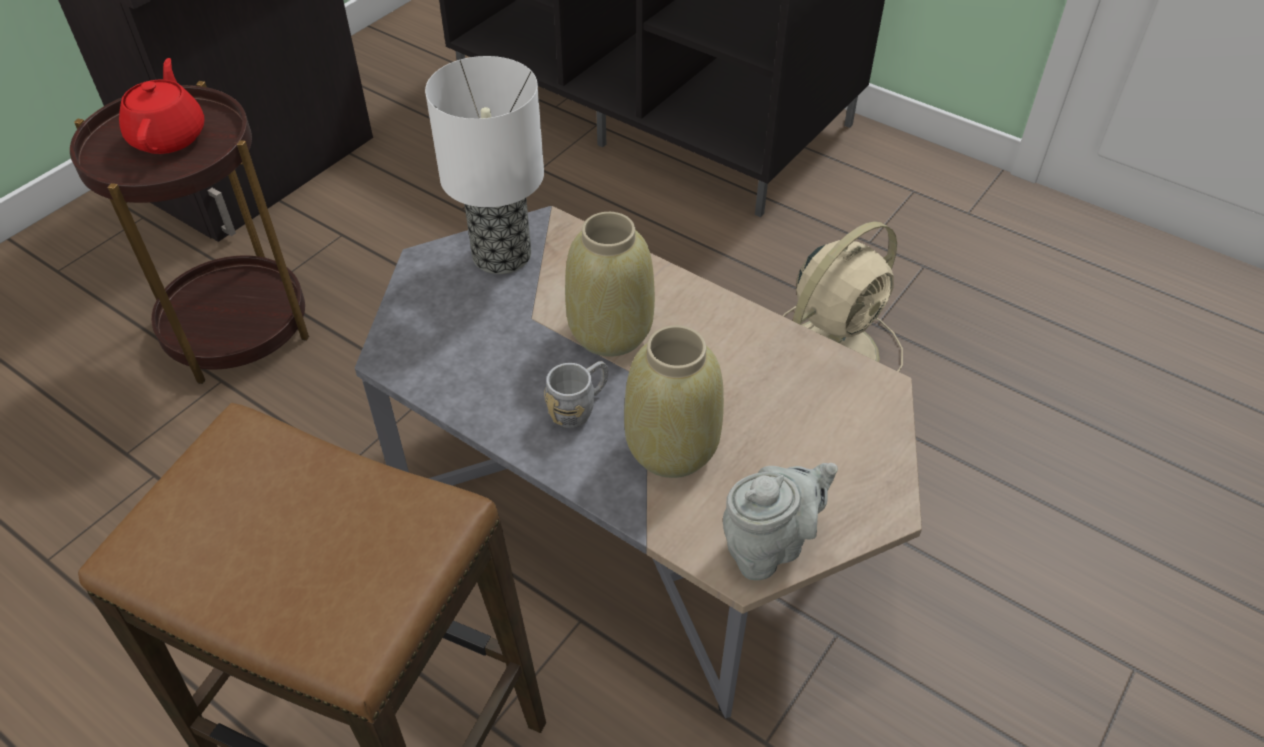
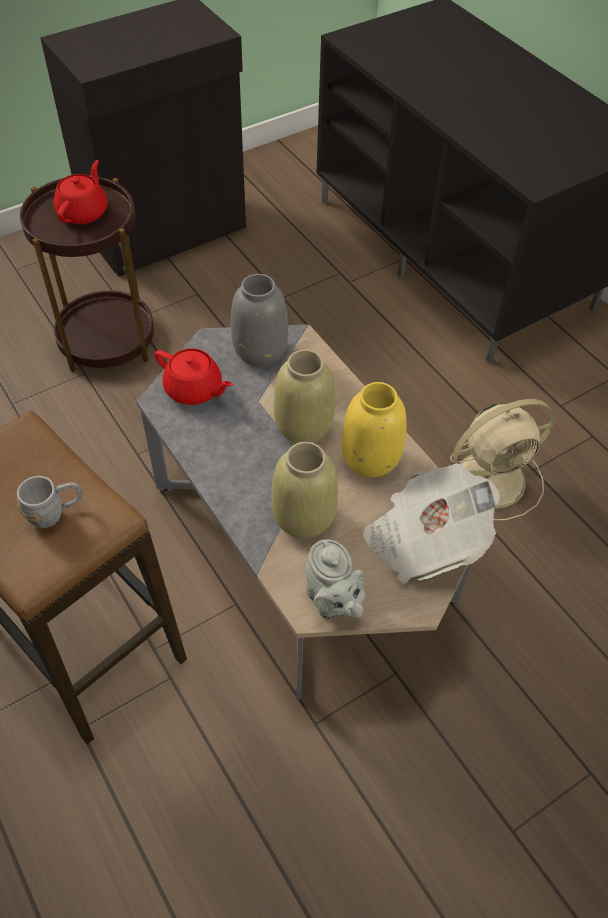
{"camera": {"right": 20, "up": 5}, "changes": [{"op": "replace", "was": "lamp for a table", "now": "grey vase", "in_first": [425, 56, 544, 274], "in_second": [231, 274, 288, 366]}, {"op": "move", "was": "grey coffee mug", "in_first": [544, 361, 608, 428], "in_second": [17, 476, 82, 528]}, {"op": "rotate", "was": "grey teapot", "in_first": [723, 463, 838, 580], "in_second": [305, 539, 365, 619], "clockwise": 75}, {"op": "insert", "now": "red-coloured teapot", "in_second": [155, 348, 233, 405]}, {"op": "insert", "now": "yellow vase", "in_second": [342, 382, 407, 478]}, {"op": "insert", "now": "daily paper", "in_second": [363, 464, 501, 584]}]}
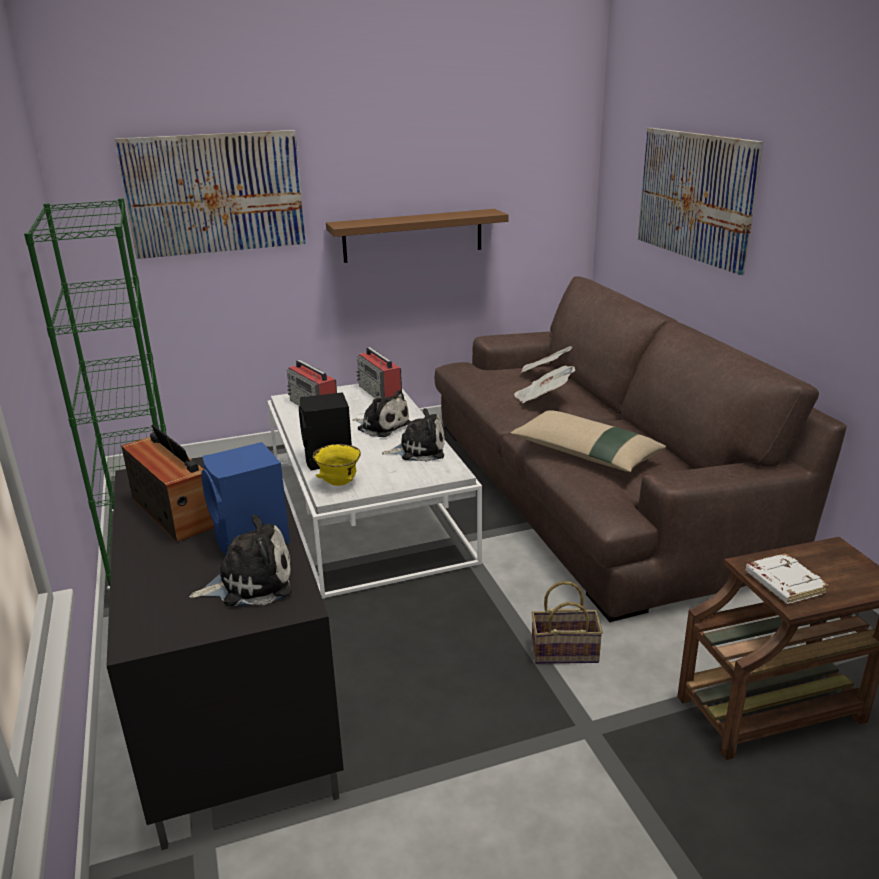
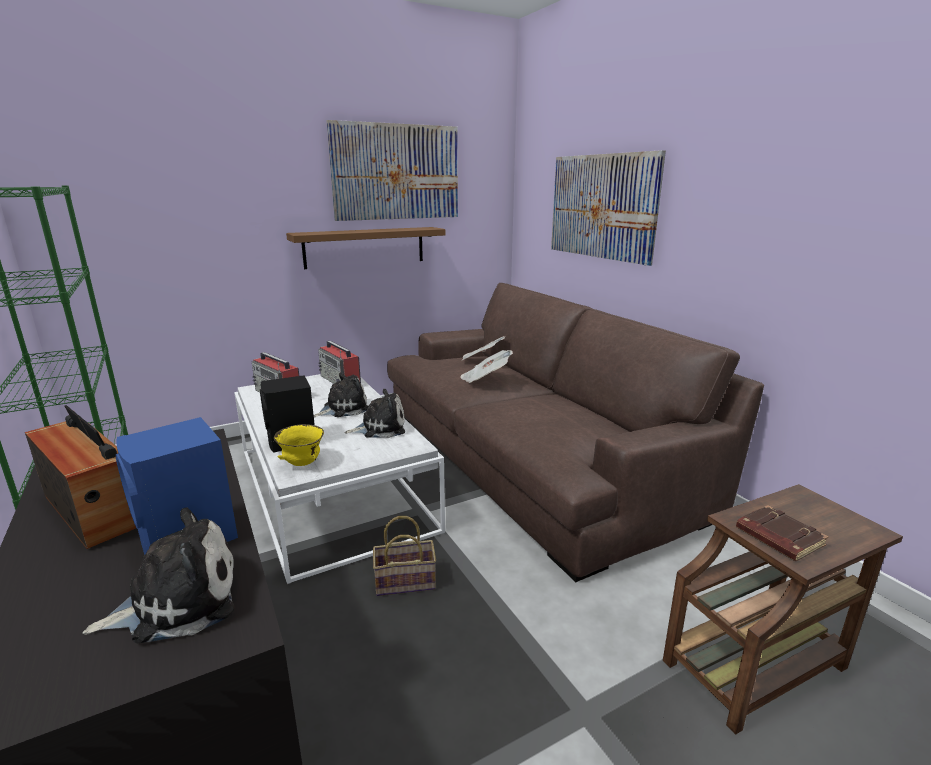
{"camera": {"right": -10, "up": -5}, "changes": [{"op": "move", "was": "wall art", "in_first": [115, 130, 306, 259], "in_second": [326, 120, 458, 221]}, {"op": "rotate", "was": "soft toy", "in_first": [352, 390, 411, 437], "in_second": [314, 373, 368, 417], "clockwise": -60}, {"op": "delete", "was": "sand-coloured throw pillow", "in_first": [510, 410, 666, 472]}, {"op": "move", "was": "household basket", "in_first": [532, 581, 603, 664], "in_second": [373, 516, 436, 596]}, {"op": "recolor", "was": "white-coloured volume", "now": "brown volume", "in_first": [745, 553, 829, 604], "in_second": [736, 505, 828, 561]}]}
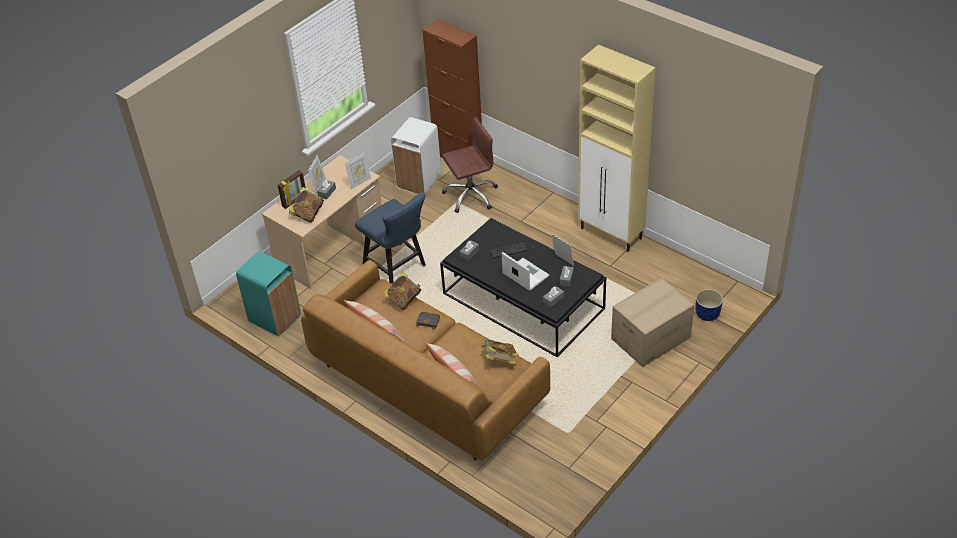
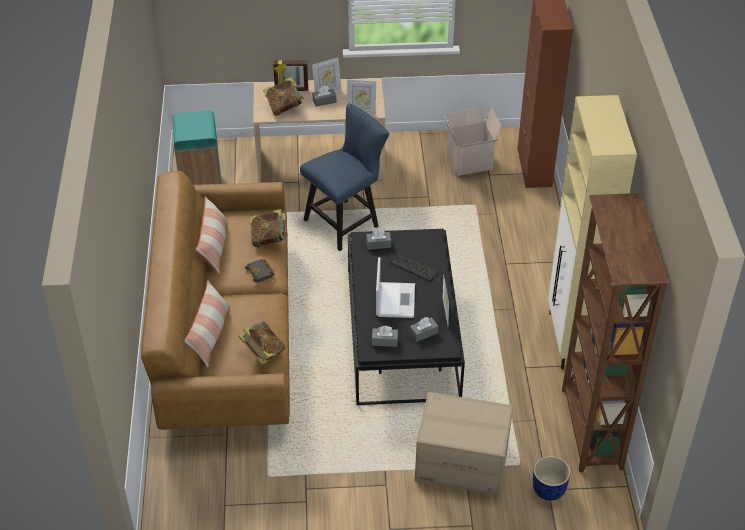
{"camera": {"right": 45, "up": 0}, "changes": [{"op": "rotate", "was": "bluish chair", "in_first": [355, 192, 426, 284], "in_second": [300, 103, 389, 251], "clockwise": -135}, {"op": "replace", "was": "white-coloured waste bin", "now": "packing box", "in_first": [391, 117, 441, 194], "in_second": [444, 107, 502, 176]}, {"op": "delete", "was": "brown computer chair", "in_first": [442, 117, 498, 213]}, {"op": "insert", "now": "brown bookcase", "in_second": [562, 193, 669, 472]}]}
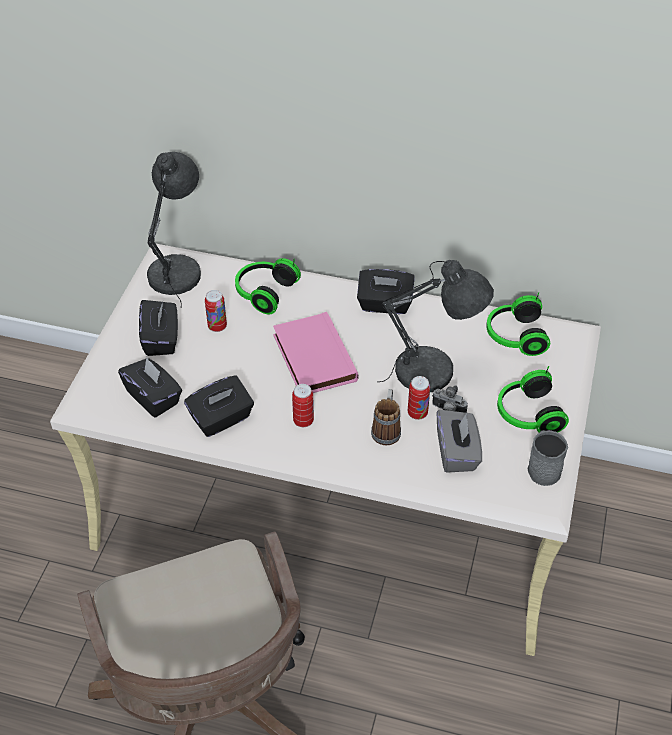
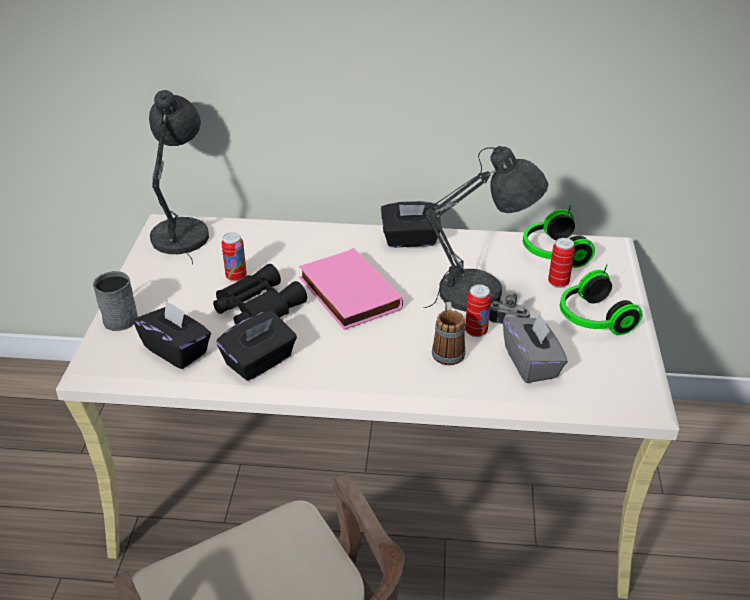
{"camera": {"right": -10, "up": -10}, "changes": [{"op": "delete", "was": "black-coloured tissue box", "in_first": [139, 300, 178, 356]}, {"op": "delete", "was": "pair of headphones", "in_first": [235, 258, 301, 314]}, {"op": "move", "was": "can", "in_first": [292, 384, 314, 427], "in_second": [548, 238, 575, 288]}, {"op": "move", "was": "grey coffee mug", "in_first": [528, 430, 568, 486], "in_second": [93, 271, 138, 331]}, {"op": "insert", "now": "black-coloured binoculars", "in_second": [213, 264, 307, 325]}]}
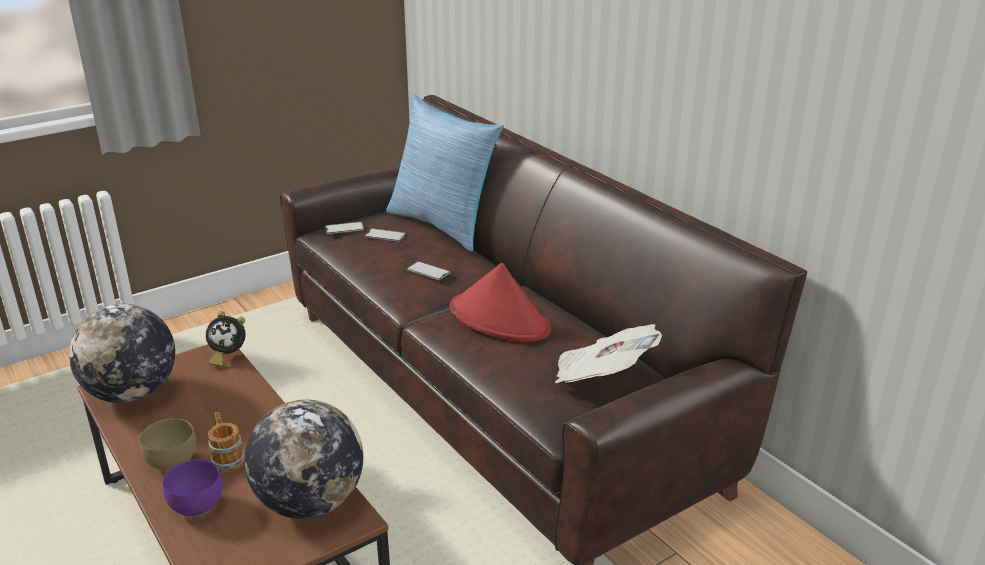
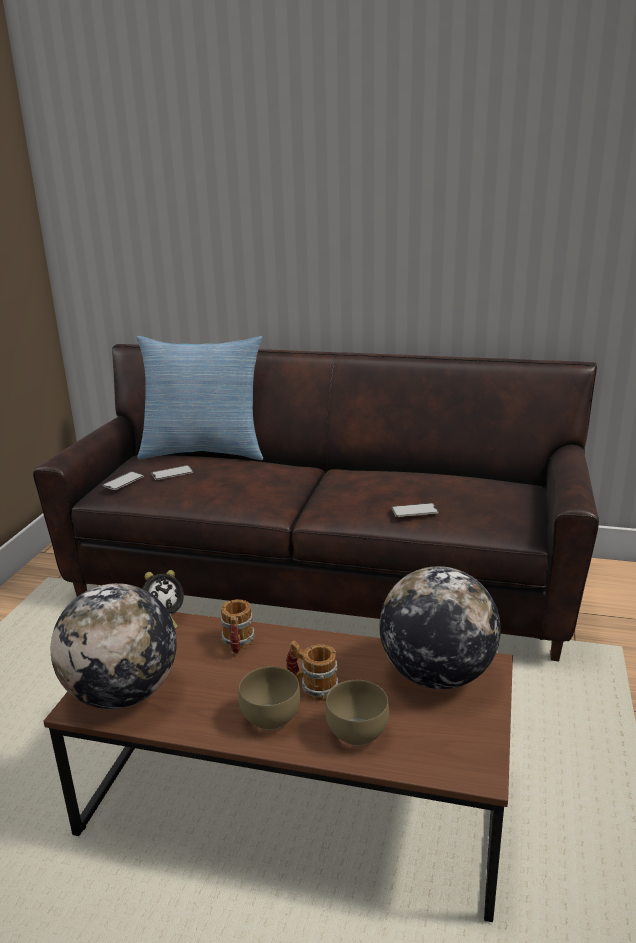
{"camera": {"right": -40, "up": -5}, "changes": [{"op": "recolor", "was": "purple-coloured serving bowl", "now": "brown serving bowl", "in_first": [162, 459, 223, 517], "in_second": [325, 680, 389, 746]}, {"op": "move", "was": "handset", "in_first": [407, 261, 450, 280], "in_second": [391, 503, 439, 517]}, {"op": "delete", "was": "red-coloured hat", "in_first": [450, 262, 551, 342]}, {"op": "delete", "was": "daily paper", "in_first": [555, 324, 662, 383]}, {"op": "insert", "now": "coffee mug", "in_second": [221, 599, 255, 654]}]}
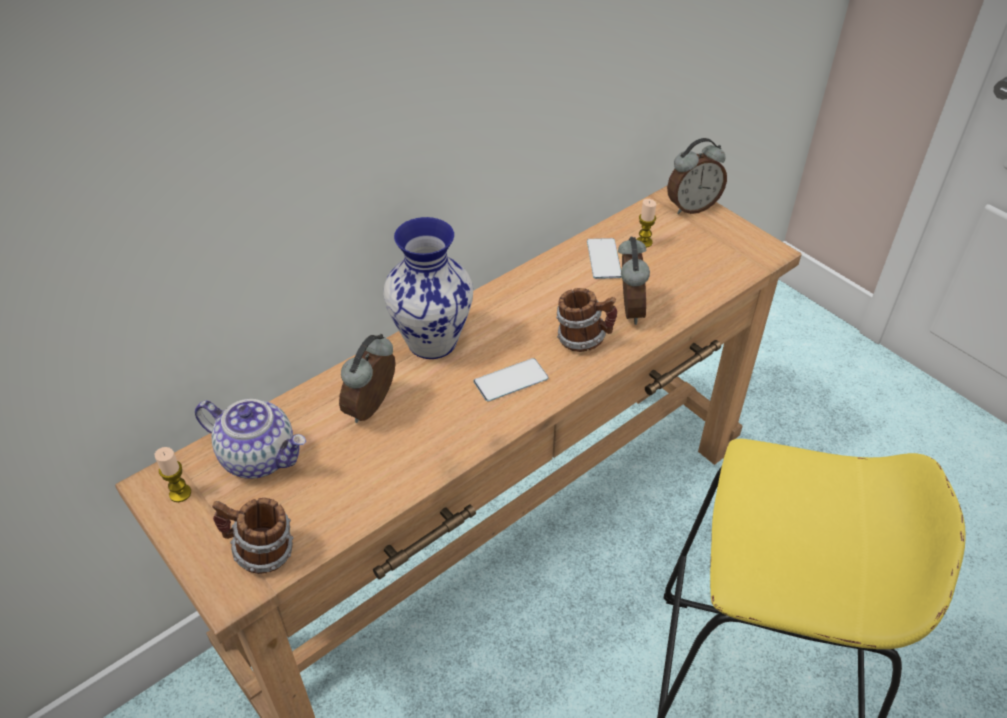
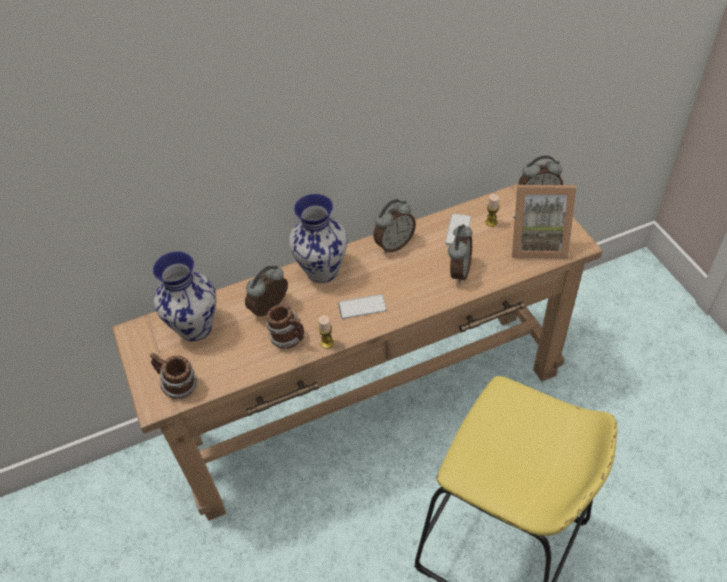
{"camera": {"right": 20, "up": 5}, "changes": [{"op": "move", "was": "wax candle", "in_first": [155, 447, 191, 502], "in_second": [318, 316, 334, 349]}, {"op": "replace", "was": "teapot", "now": "vase", "in_first": [195, 399, 306, 479], "in_second": [153, 251, 216, 341]}, {"op": "move", "was": "coffee mug", "in_first": [556, 288, 617, 352], "in_second": [266, 304, 304, 349]}, {"op": "insert", "now": "bedside clock", "in_second": [374, 199, 416, 253]}, {"op": "insert", "now": "picture frame", "in_second": [512, 185, 577, 259]}]}
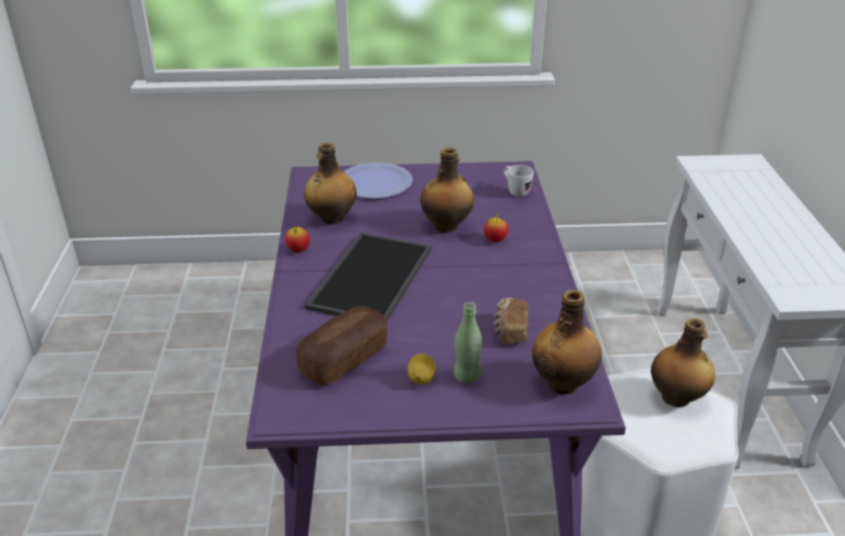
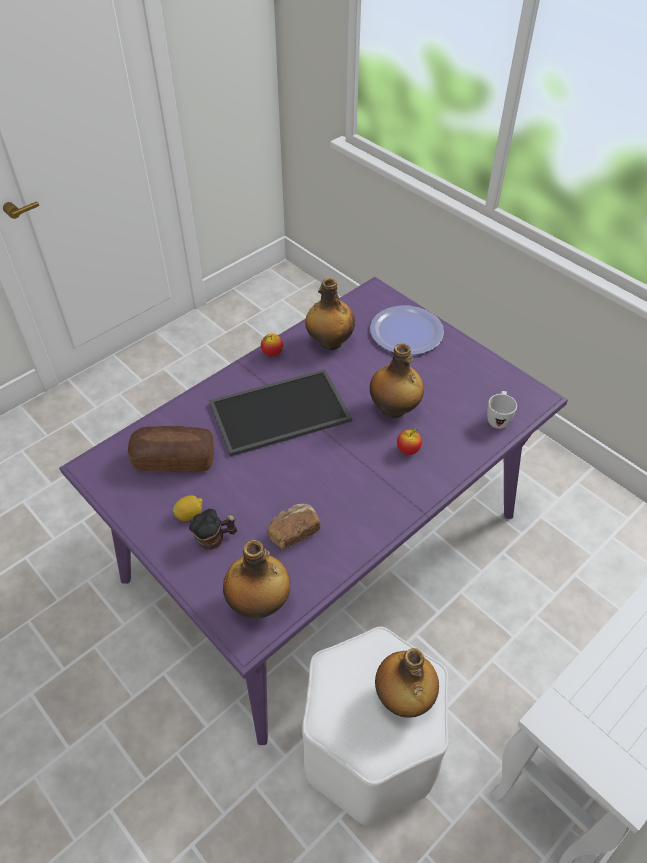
{"camera": {"right": 50, "up": 15}, "changes": [{"op": "replace", "was": "greenish beverage bottle", "now": "coffee mug", "in_first": [454, 302, 482, 383], "in_second": [189, 509, 237, 550]}]}
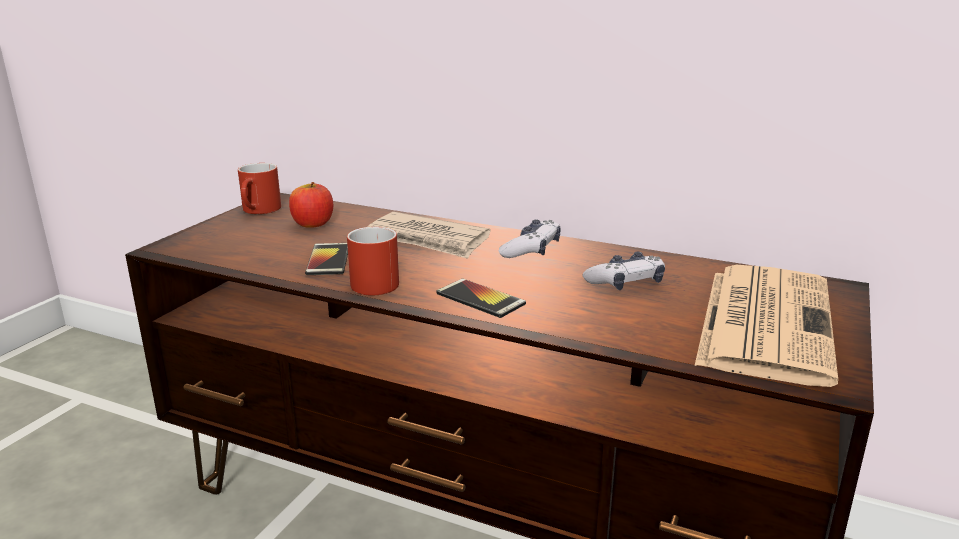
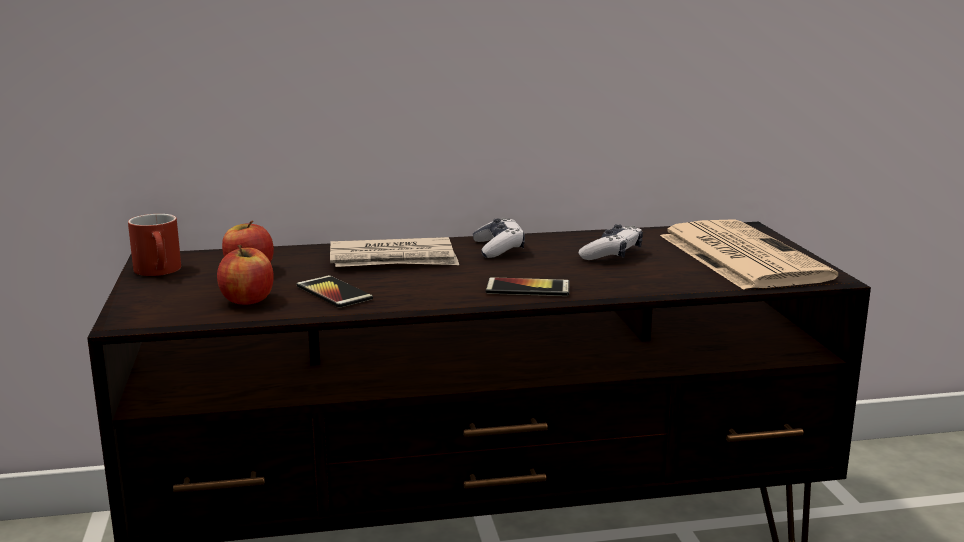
{"camera": {"right": -35, "up": -5}, "changes": [{"op": "delete", "was": "red-coloured coffee mug", "in_first": [347, 226, 399, 295]}, {"op": "insert", "now": "apple fruit", "in_second": [217, 245, 274, 305]}]}
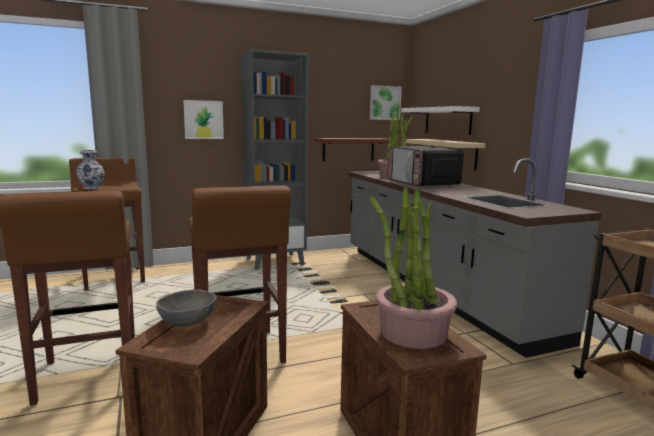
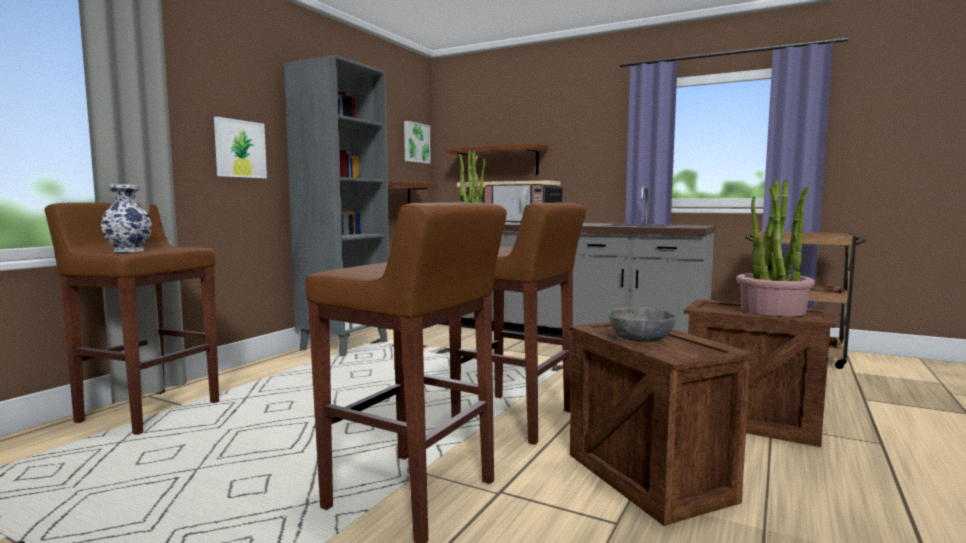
{"camera": {"right": -40, "up": -5}, "changes": [{"op": "recolor", "was": "white-coloured wall shelf", "now": "brown wall shelf", "in_first": [401, 106, 480, 135], "in_second": [446, 143, 548, 176]}]}
